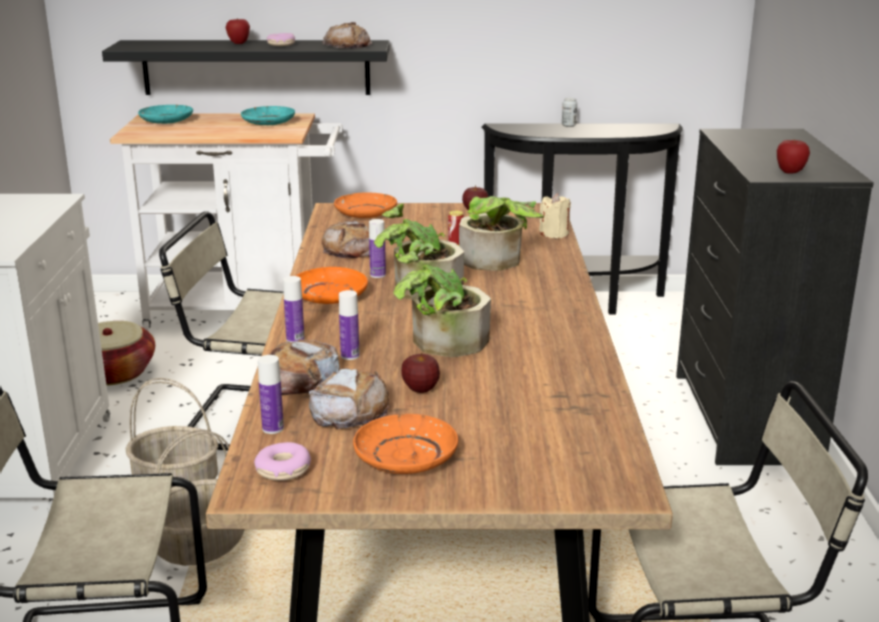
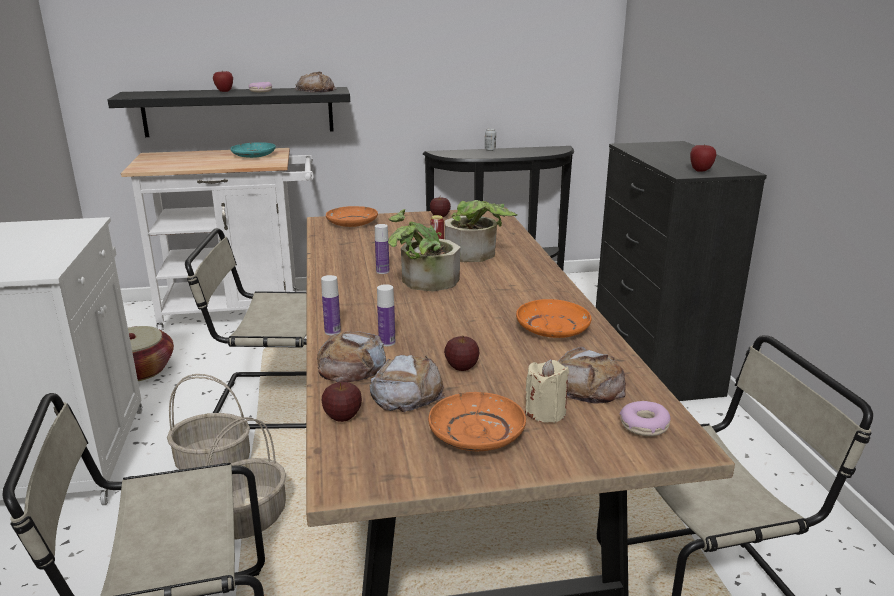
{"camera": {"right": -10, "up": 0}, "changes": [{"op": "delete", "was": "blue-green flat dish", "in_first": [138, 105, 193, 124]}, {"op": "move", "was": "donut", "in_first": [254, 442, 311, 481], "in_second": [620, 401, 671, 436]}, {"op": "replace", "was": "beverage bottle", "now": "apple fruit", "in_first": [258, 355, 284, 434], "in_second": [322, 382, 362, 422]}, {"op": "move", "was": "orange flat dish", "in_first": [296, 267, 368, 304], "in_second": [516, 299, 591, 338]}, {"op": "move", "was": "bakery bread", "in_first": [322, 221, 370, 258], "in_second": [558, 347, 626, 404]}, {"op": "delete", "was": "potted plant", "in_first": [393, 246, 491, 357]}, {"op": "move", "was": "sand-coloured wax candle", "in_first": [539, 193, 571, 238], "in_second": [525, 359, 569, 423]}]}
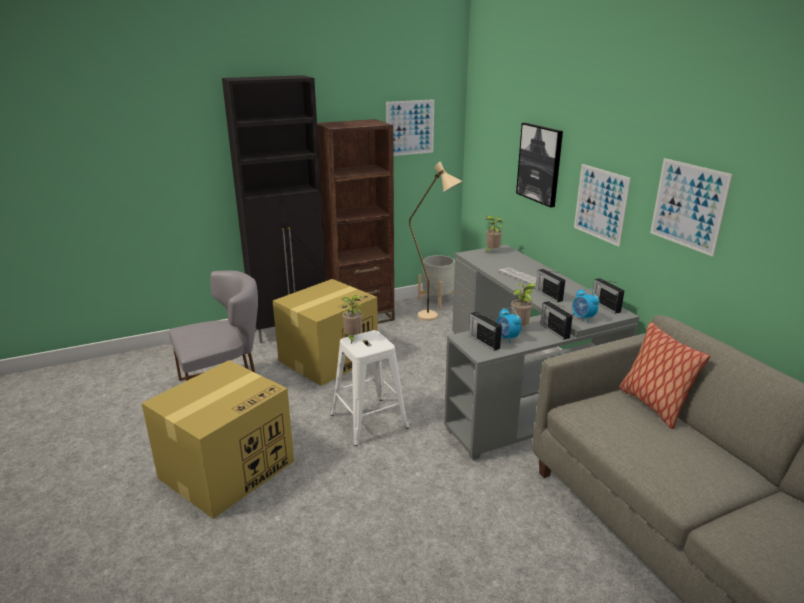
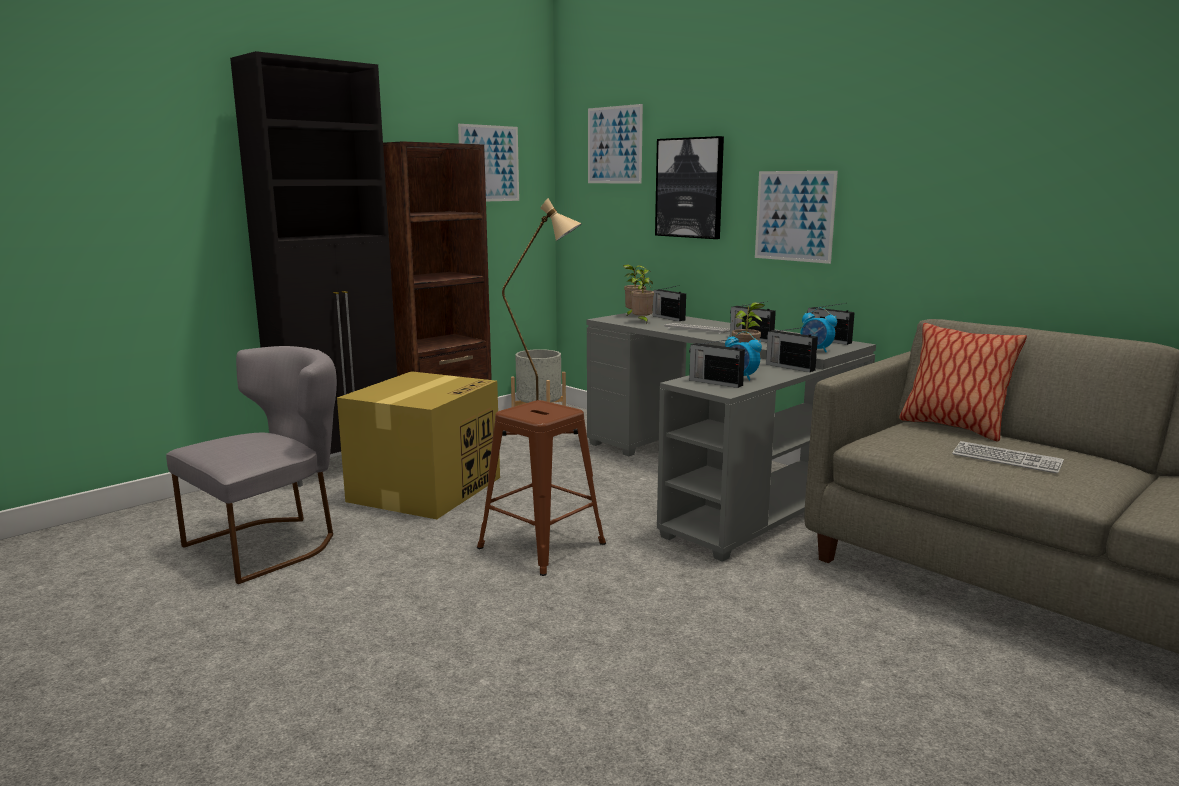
{"camera": {"right": -20, "up": -10}, "changes": [{"op": "delete", "was": "packing box", "in_first": [142, 360, 294, 519]}, {"op": "recolor", "was": "white-coloured stool", "now": "brown stool", "in_first": [331, 330, 409, 446], "in_second": [477, 400, 606, 576]}, {"op": "move", "was": "potted plant", "in_first": [341, 295, 363, 343], "in_second": [631, 269, 654, 325]}, {"op": "move", "was": "wall art", "in_first": [650, 158, 733, 257], "in_second": [588, 104, 643, 184]}, {"op": "insert", "now": "radio set", "in_second": [653, 285, 686, 321]}, {"op": "insert", "now": "computer keyboard", "in_second": [952, 441, 1064, 474]}]}
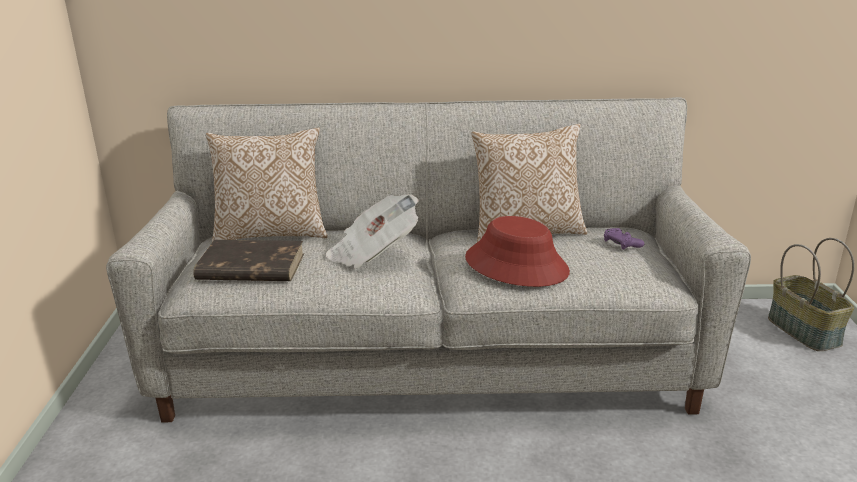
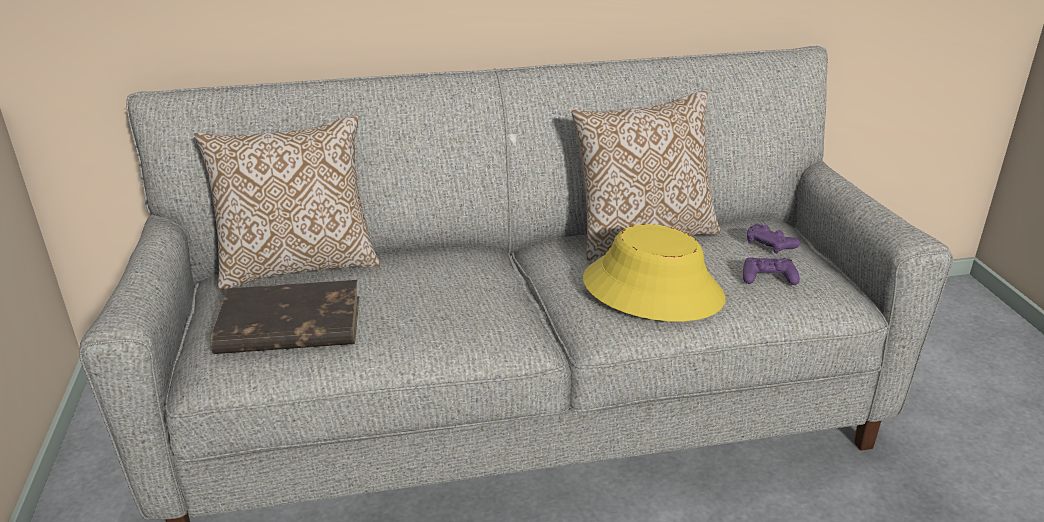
{"camera": {"right": -10, "up": 5}, "changes": [{"op": "delete", "was": "daily paper", "in_first": [326, 194, 419, 268]}, {"op": "recolor", "was": "red-coloured hat", "now": "yellow hat", "in_first": [465, 216, 570, 287], "in_second": [583, 224, 726, 322]}, {"op": "delete", "was": "household basket", "in_first": [768, 238, 855, 351]}, {"op": "insert", "now": "purple-coloured gamepad", "in_second": [743, 258, 800, 285]}]}
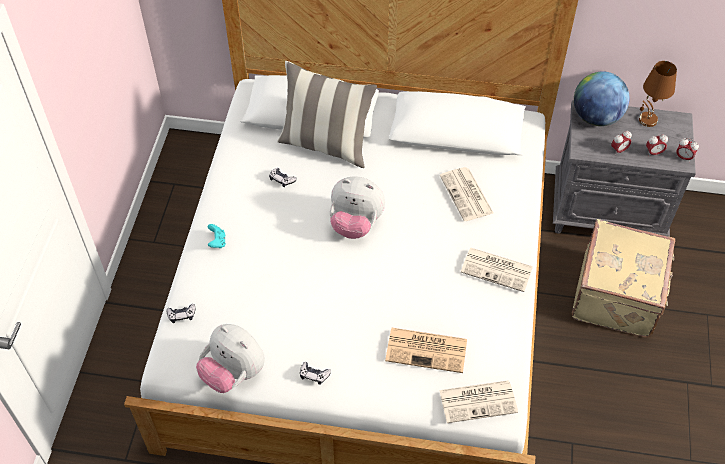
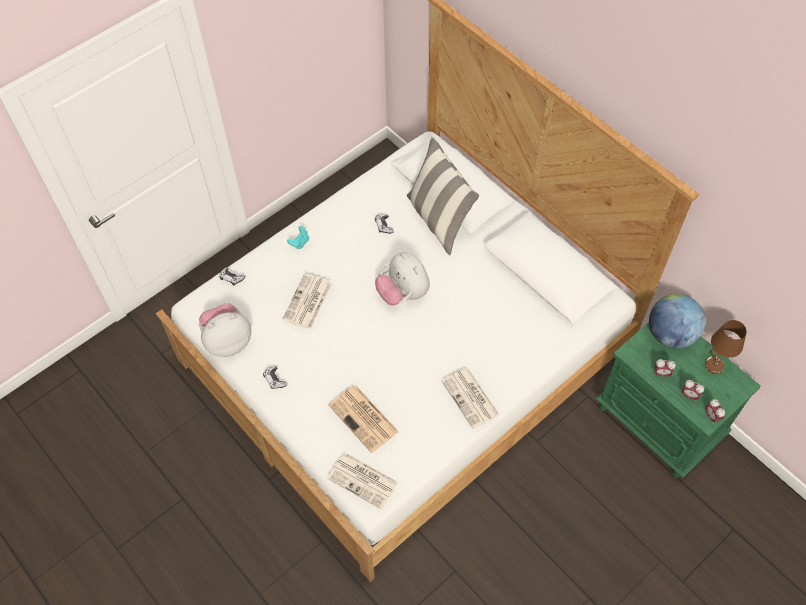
{"camera": {"right": 40, "up": 5}, "changes": [{"op": "rotate", "was": "soft toy", "in_first": [196, 324, 265, 393], "in_second": [199, 303, 251, 357], "clockwise": 75}, {"op": "move", "was": "daily paper", "in_first": [440, 167, 494, 221], "in_second": [282, 274, 332, 329]}, {"op": "recolor", "was": "grey bedside table", "now": "greenish bedside table", "in_first": [553, 100, 696, 237], "in_second": [596, 322, 761, 478]}, {"op": "delete", "was": "sand-coloured travel case", "in_first": [572, 219, 676, 337]}]}
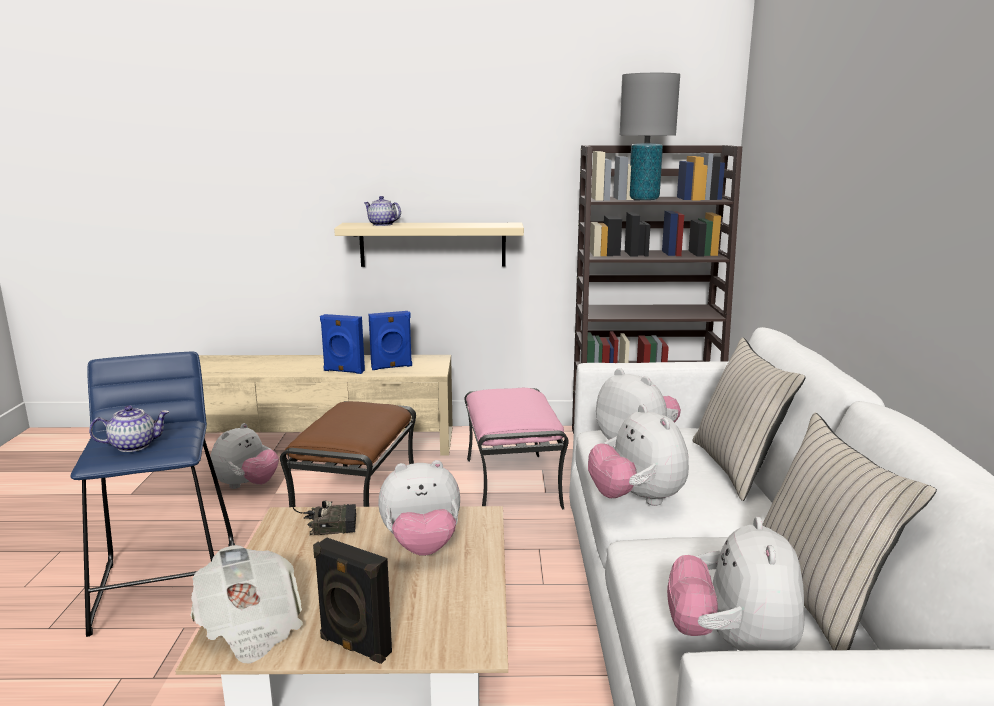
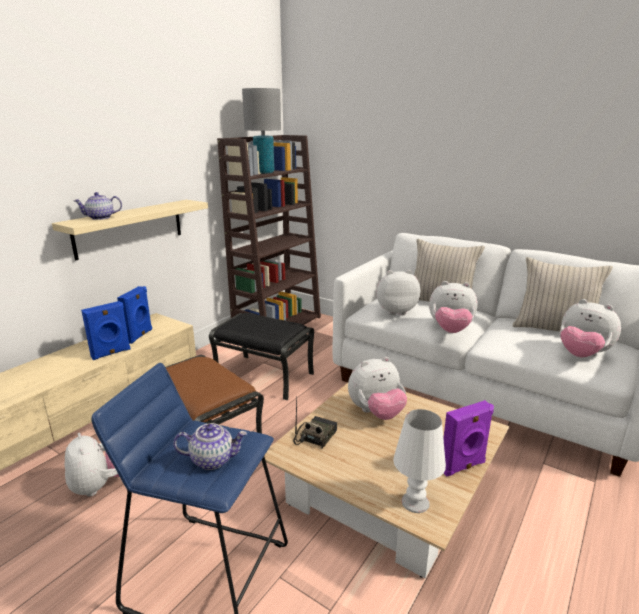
{"camera": {"right": -55, "up": 5}, "changes": [{"op": "rotate", "was": "teapot", "in_first": [89, 405, 170, 452], "in_second": [173, 423, 247, 470], "clockwise": 75}, {"op": "replace", "was": "daily paper", "now": "white-coloured lamp for a table", "in_first": [190, 545, 303, 664], "in_second": [393, 409, 446, 513]}, {"op": "recolor", "was": "black-coloured speaker", "now": "purple-coloured speaker", "in_first": [313, 537, 392, 664], "in_second": [443, 400, 494, 476]}, {"op": "rotate", "was": "soft toy", "in_first": [378, 460, 460, 556], "in_second": [348, 357, 407, 420], "clockwise": 45}, {"op": "recolor", "was": "pinkish ottoman", "now": "black-coloured ottoman", "in_first": [465, 388, 569, 510], "in_second": [209, 313, 314, 400]}]}
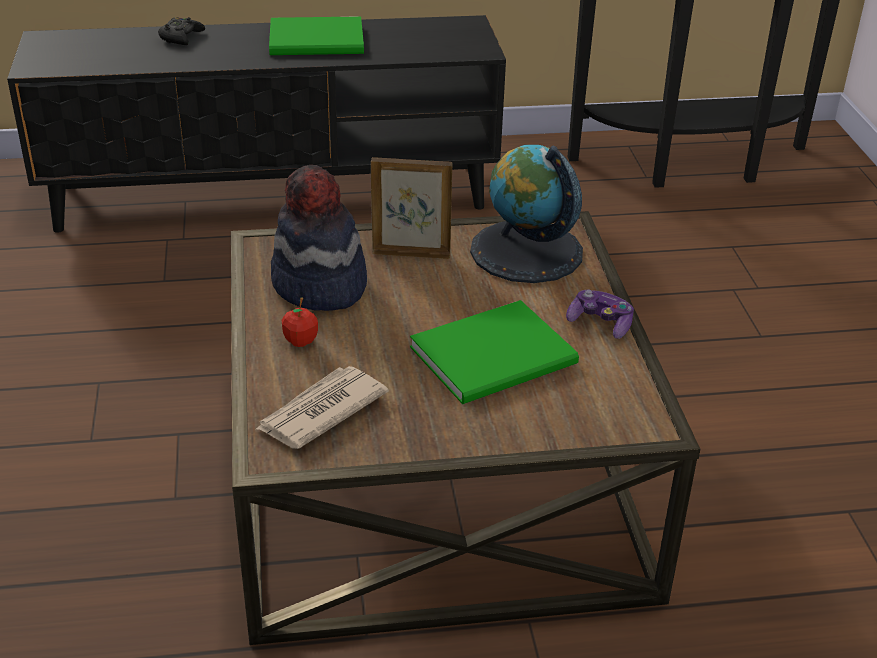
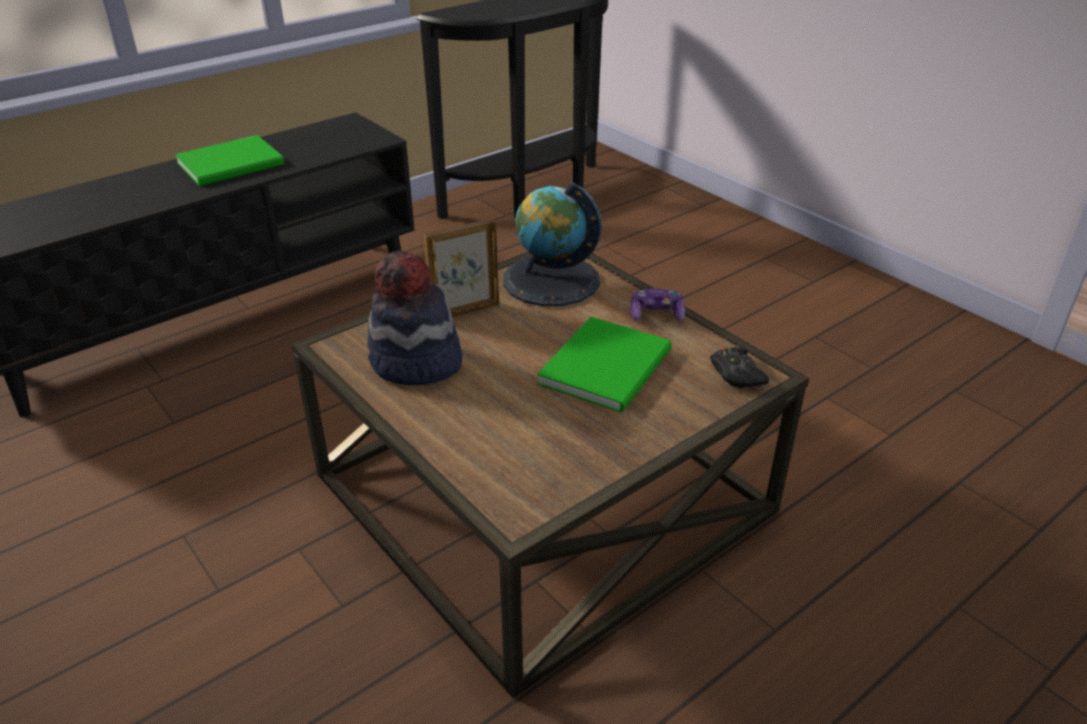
{"camera": {"right": -30, "up": 0}, "changes": [{"op": "move", "was": "black-coloured gamepad", "in_first": [158, 17, 205, 45], "in_second": [710, 347, 769, 388]}, {"op": "delete", "was": "daily paper", "in_first": [256, 366, 389, 449]}, {"op": "delete", "was": "apple fruit", "in_first": [282, 297, 318, 347]}]}
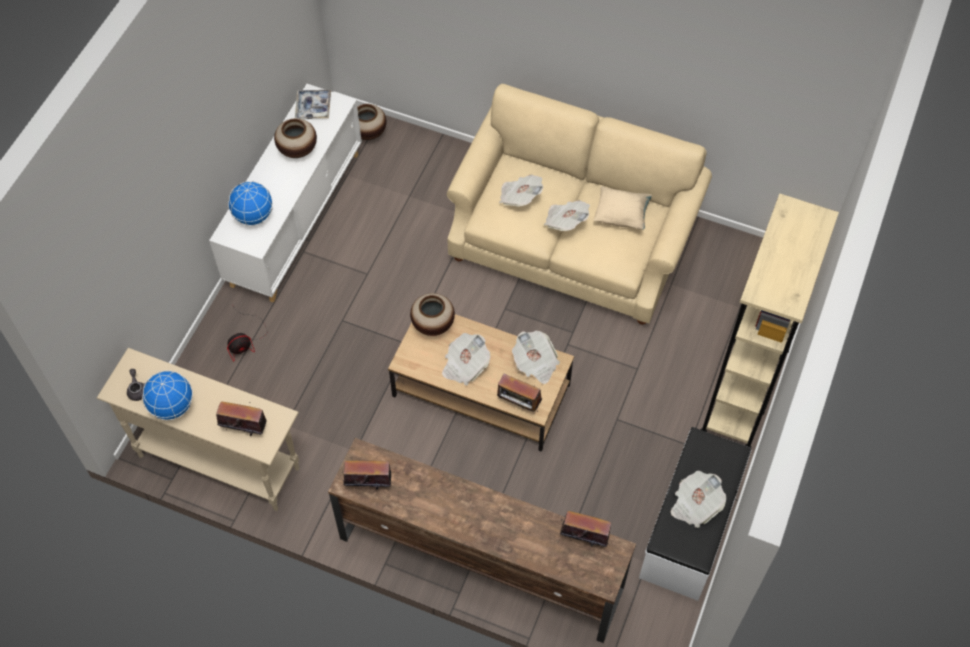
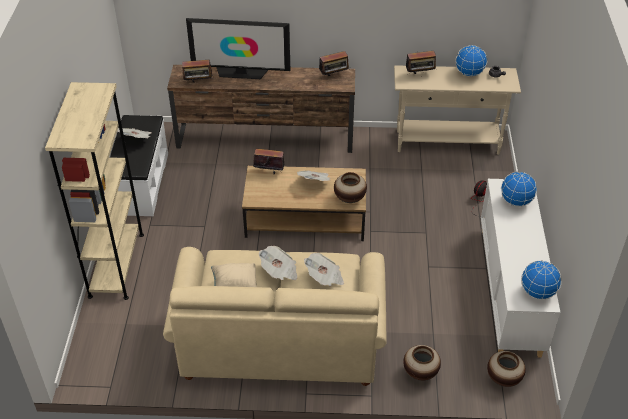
{"camera": {"right": 160, "up": -15}, "changes": [{"op": "move", "was": "vase", "in_first": [274, 118, 317, 158], "in_second": [403, 345, 441, 381]}, {"op": "replace", "was": "serving tray", "now": "desk globe", "in_first": [295, 90, 331, 119], "in_second": [521, 260, 562, 300]}, {"op": "delete", "was": "daily paper", "in_first": [512, 331, 560, 384]}, {"op": "insert", "now": "TV", "in_second": [186, 18, 290, 79]}]}
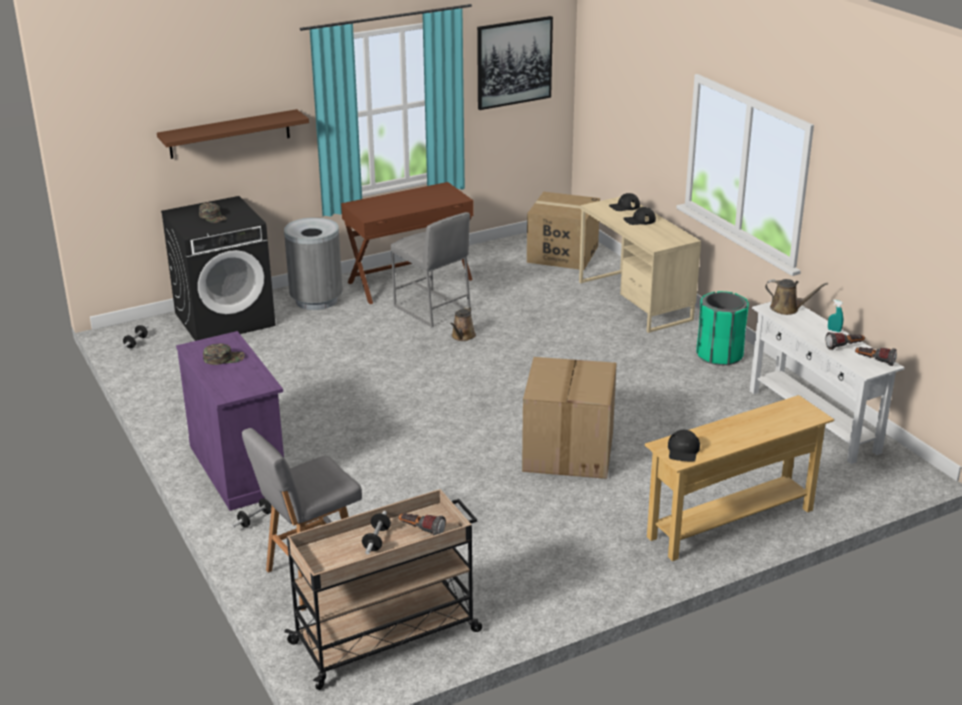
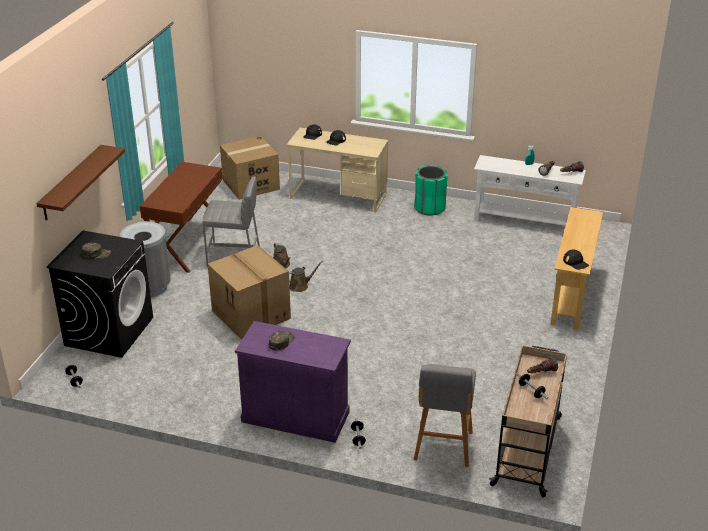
{"camera": {"right": -45, "up": 5}, "changes": [{"op": "delete", "was": "wall art", "in_first": [477, 16, 553, 110]}, {"op": "move", "was": "packing box", "in_first": [522, 357, 617, 479], "in_second": [208, 245, 291, 339]}, {"op": "move", "was": "brown sprinkling can", "in_first": [765, 279, 828, 315], "in_second": [289, 261, 323, 292]}]}
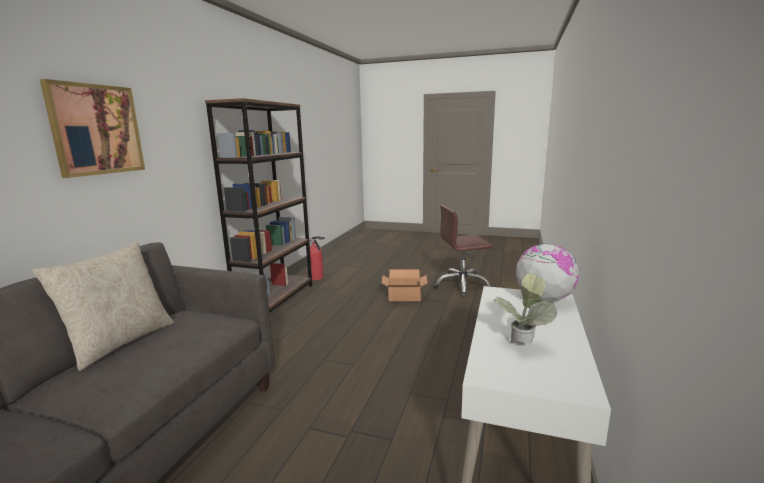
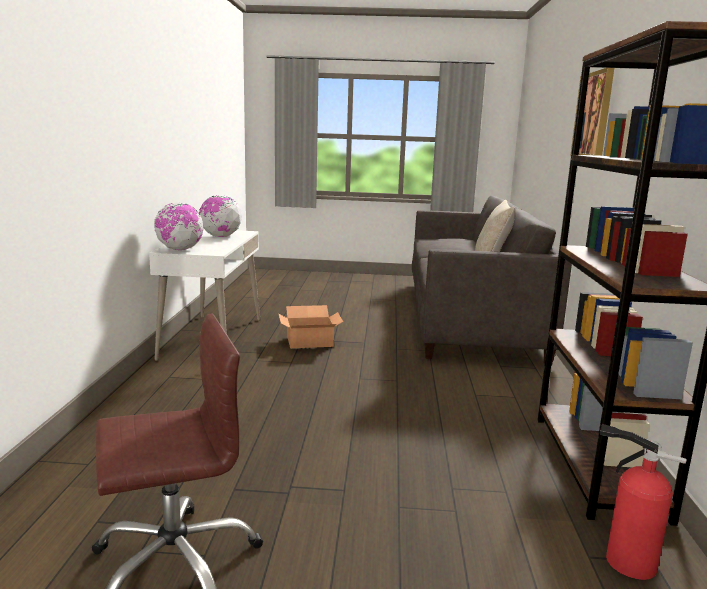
{"camera": {"right": 165, "up": 0}, "changes": [{"op": "move", "was": "packing box", "in_first": [382, 270, 428, 301], "in_second": [279, 305, 343, 348]}, {"op": "replace", "was": "potted plant", "now": "desk globe", "in_first": [494, 273, 557, 343], "in_second": [199, 195, 242, 237]}]}
